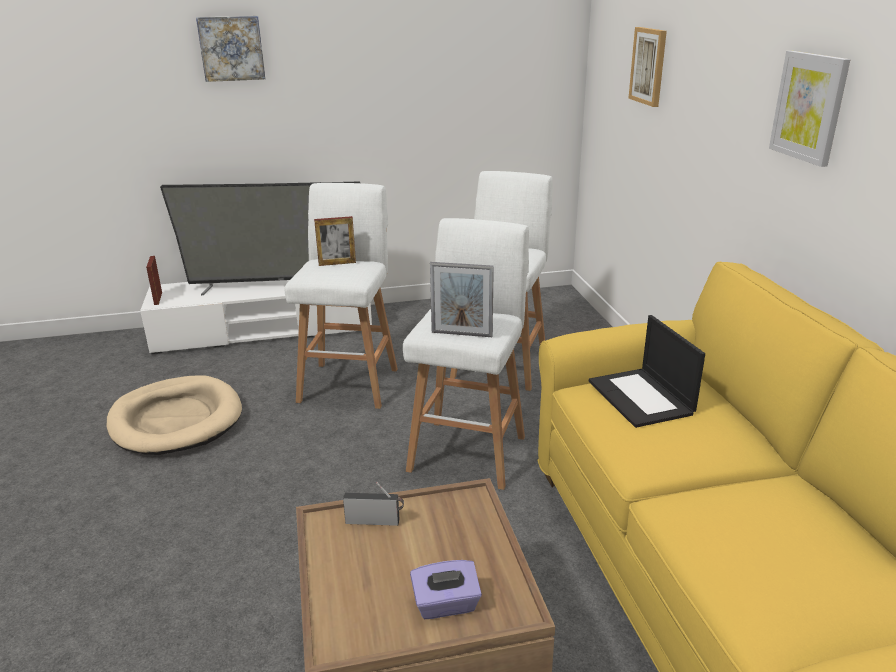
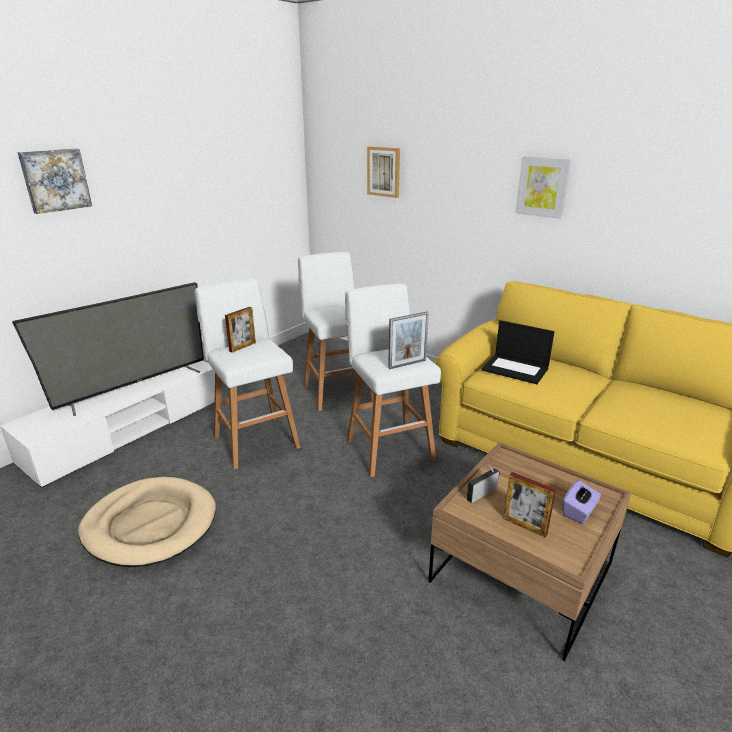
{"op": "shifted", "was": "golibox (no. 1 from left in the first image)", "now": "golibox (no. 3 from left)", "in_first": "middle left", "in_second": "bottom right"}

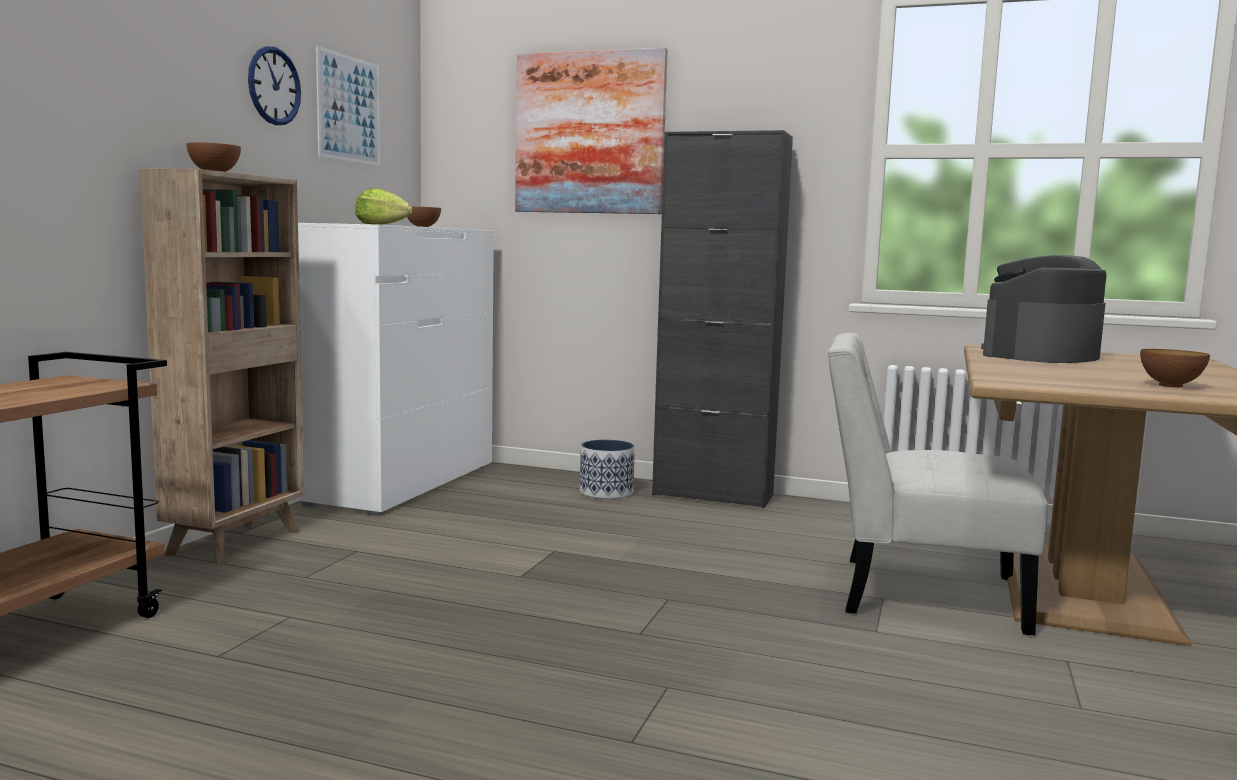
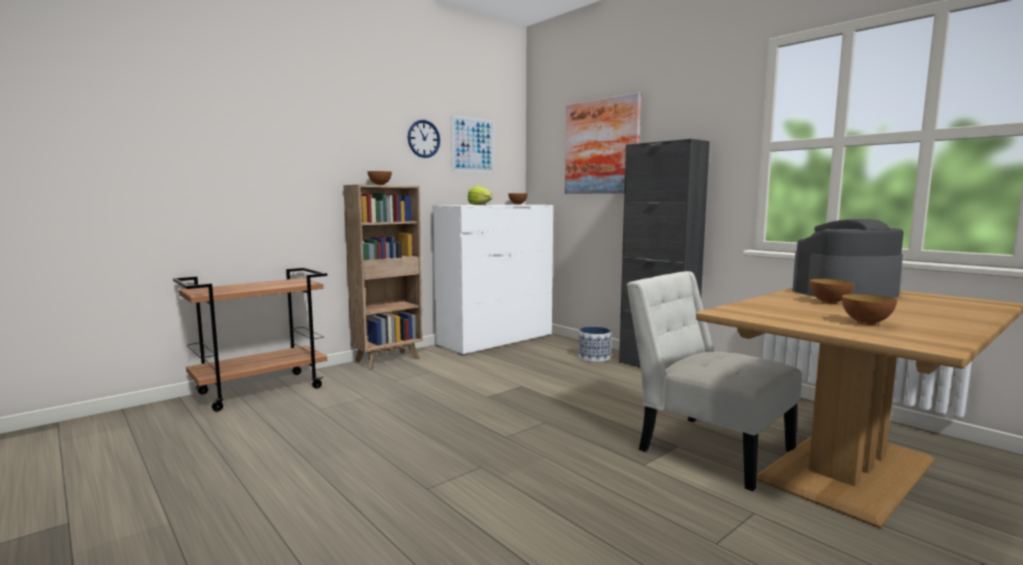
{"op": "new", "now": "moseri (no. 3 from left)", "in_second": "middle right"}

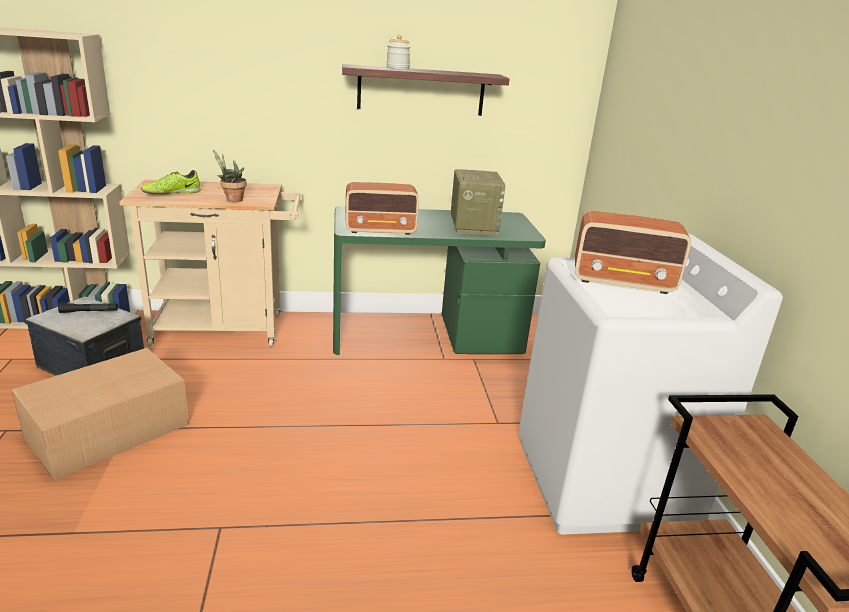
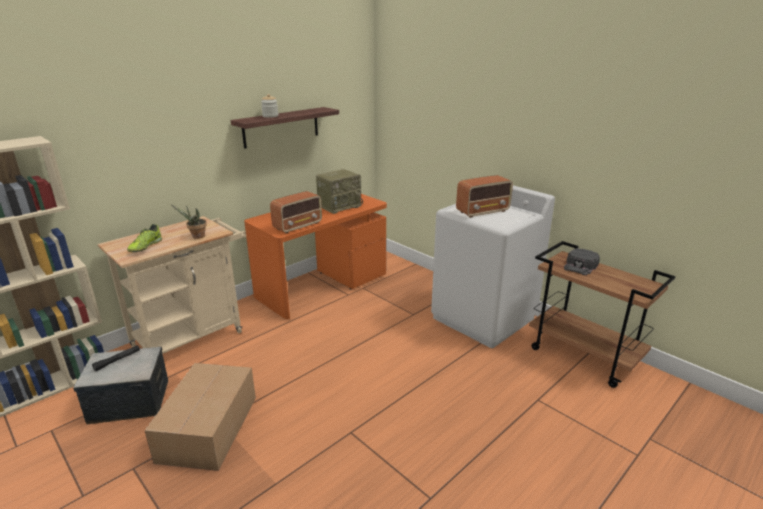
{"op": "rotated", "was": "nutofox (no. 2 from left)", "in_first": "top centre", "in_second": "centre", "clockwise": 90}
{"op": "repainted", "was": "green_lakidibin", "now": "orange_lakidibin", "in_first": "centre", "in_second": "centre"}
{"op": "new", "now": "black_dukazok", "in_second": "middle right"}

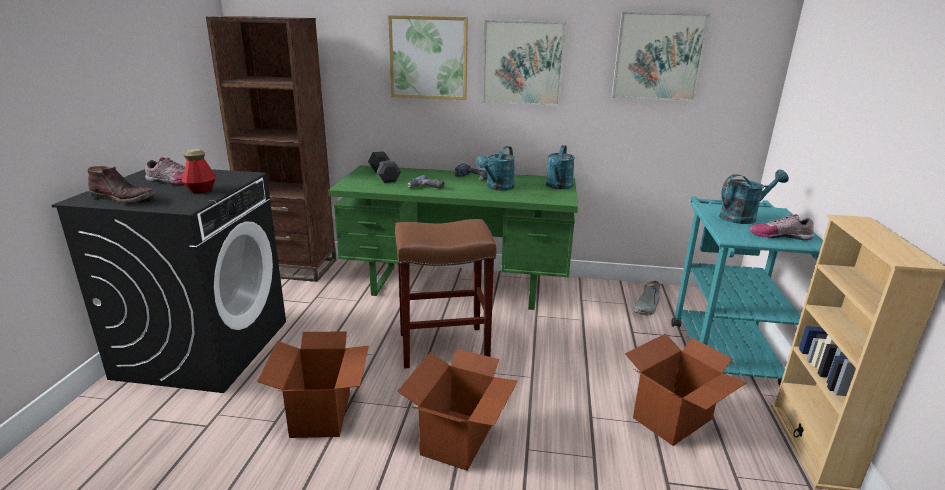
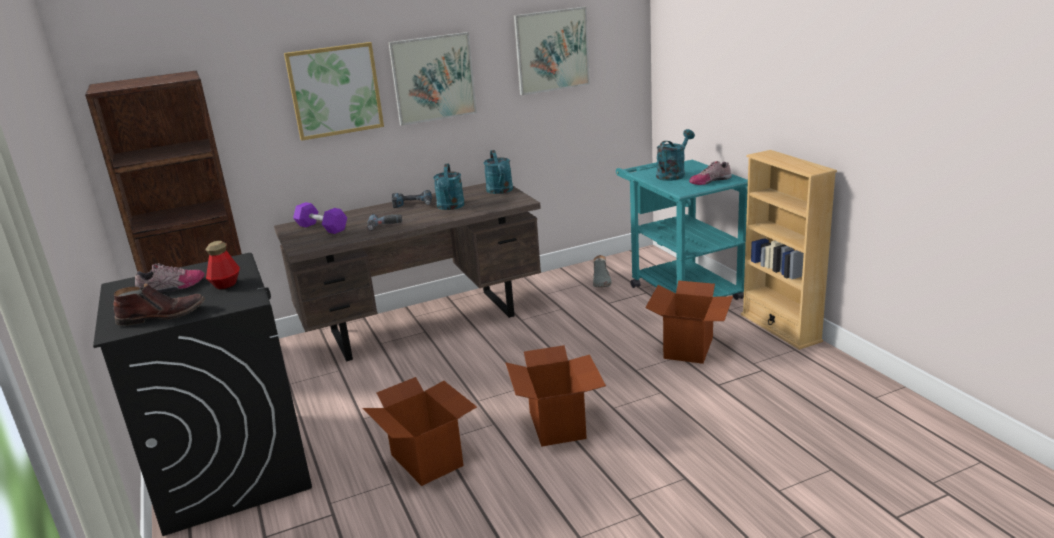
{"op": "repainted", "was": "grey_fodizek", "now": "purple_fodizek", "in_first": "centre", "in_second": "middle left"}
{"op": "repainted", "was": "green_lakidibin", "now": "brown_lakidibin", "in_first": "centre", "in_second": "centre"}
{"op": "gone", "was": "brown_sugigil", "in_first": "centre"}

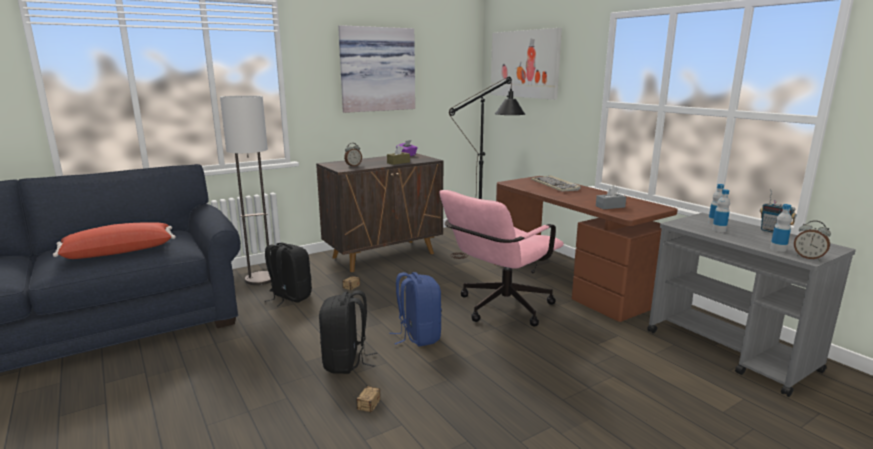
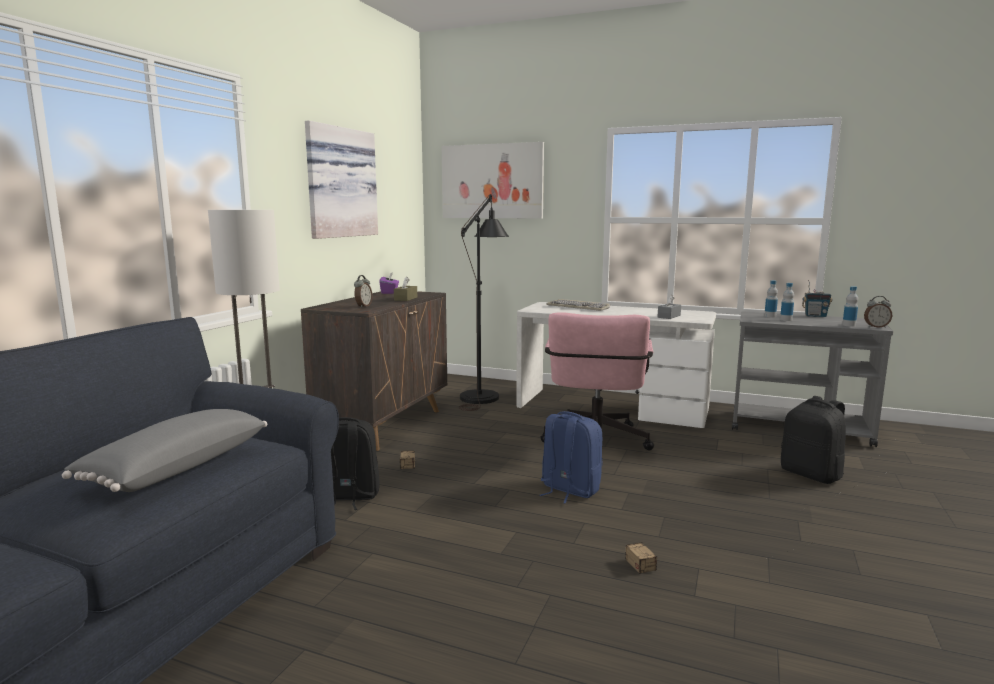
{"op": "repainted", "was": "brown_lakidibin", "now": "white_lakidibin", "in_first": "middle right", "in_second": "centre"}
{"op": "repainted", "was": "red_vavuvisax", "now": "grey_vavuvisax", "in_first": "middle left", "in_second": "middle left"}
{"op": "shifted", "was": "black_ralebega (no. 2 from left)", "in_first": "bottom centre", "in_second": "middle right"}

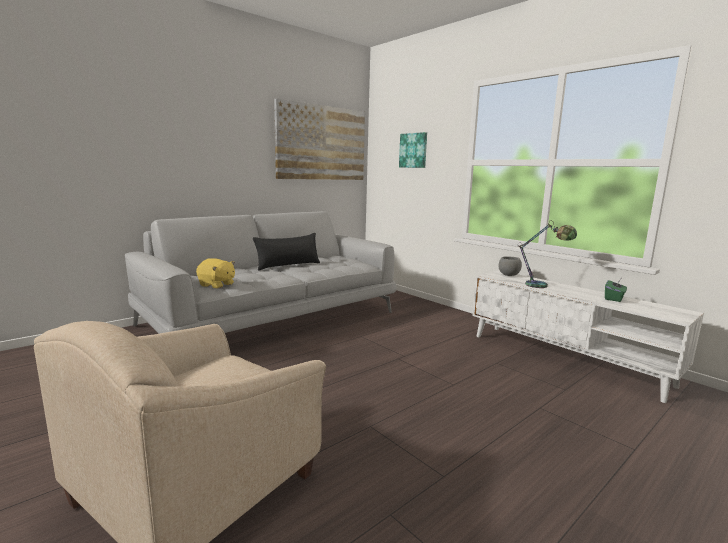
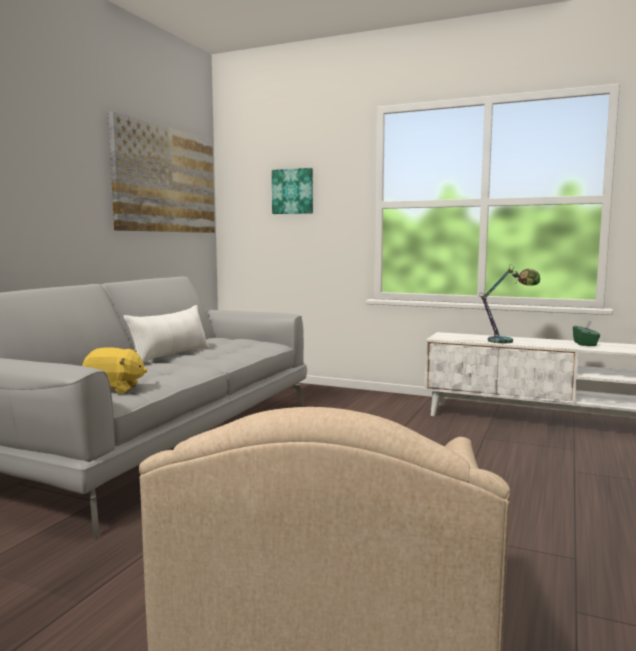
{"op": "repainted", "was": "black_vavuvisax", "now": "white_vavuvisax", "in_first": "centre", "in_second": "middle left"}
{"op": "gone", "was": "grey_moseri", "in_first": "middle right"}

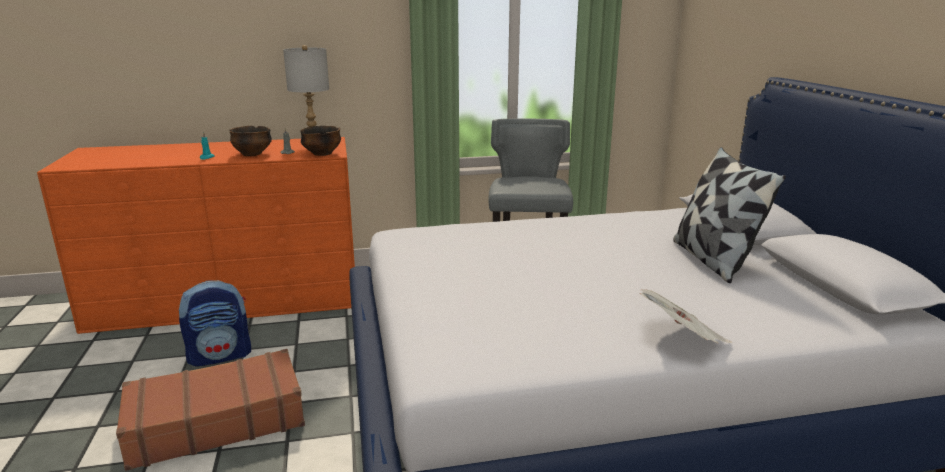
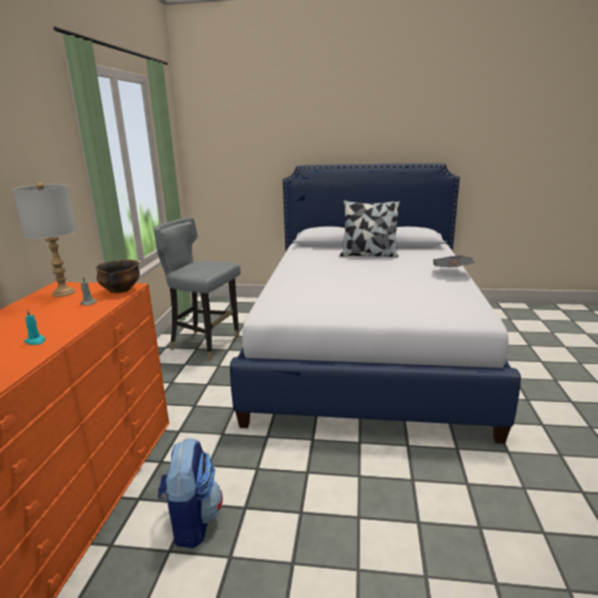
{"op": "gone", "was": "moseri (no. 1 from left)", "in_first": "top left"}
{"op": "gone", "was": "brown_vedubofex", "in_first": "bottom left"}

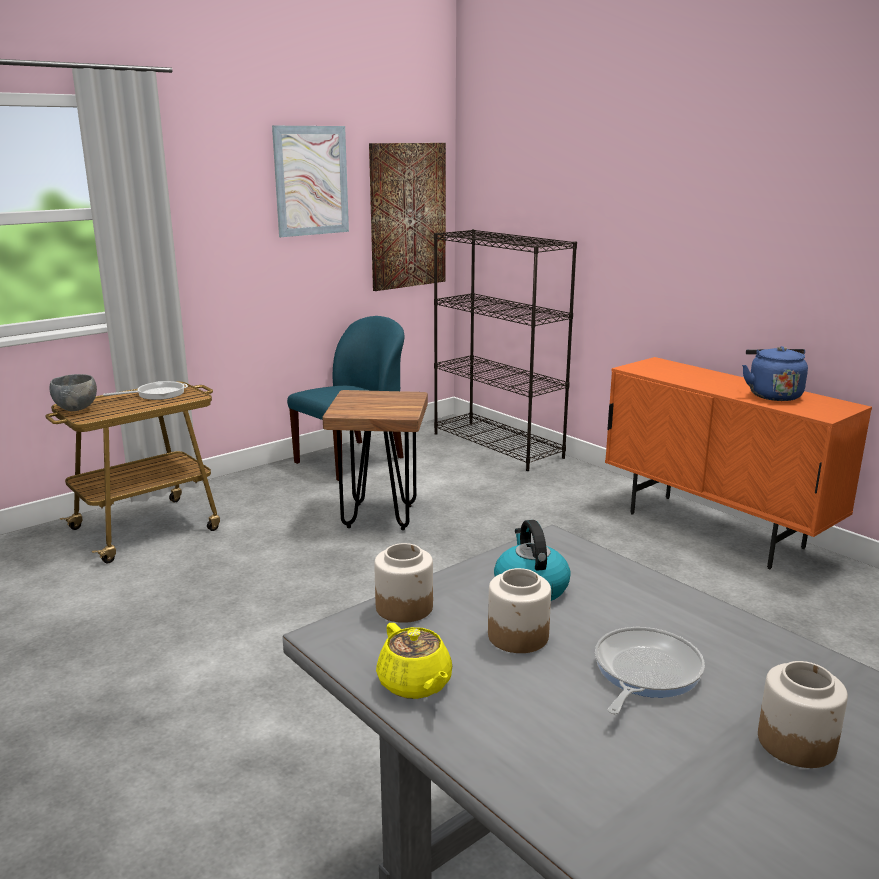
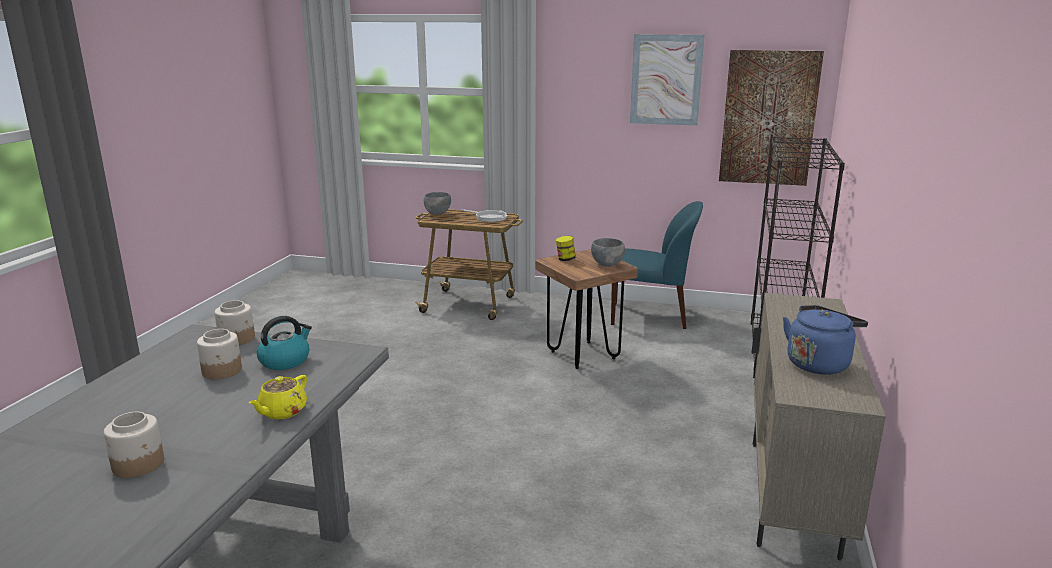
{"op": "repainted", "was": "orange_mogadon", "now": "beige_mogadon", "in_first": "middle right", "in_second": "bottom right"}
{"op": "shifted", "was": "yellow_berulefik", "in_first": "bottom centre", "in_second": "bottom left"}
{"op": "gone", "was": "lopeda (no. 2 from left)", "in_first": "bottom right"}
{"op": "new", "now": "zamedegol (no. 4 from left)", "in_second": "centre"}
{"op": "new", "now": "grey_moseri (no. 2 from left)", "in_second": "centre"}

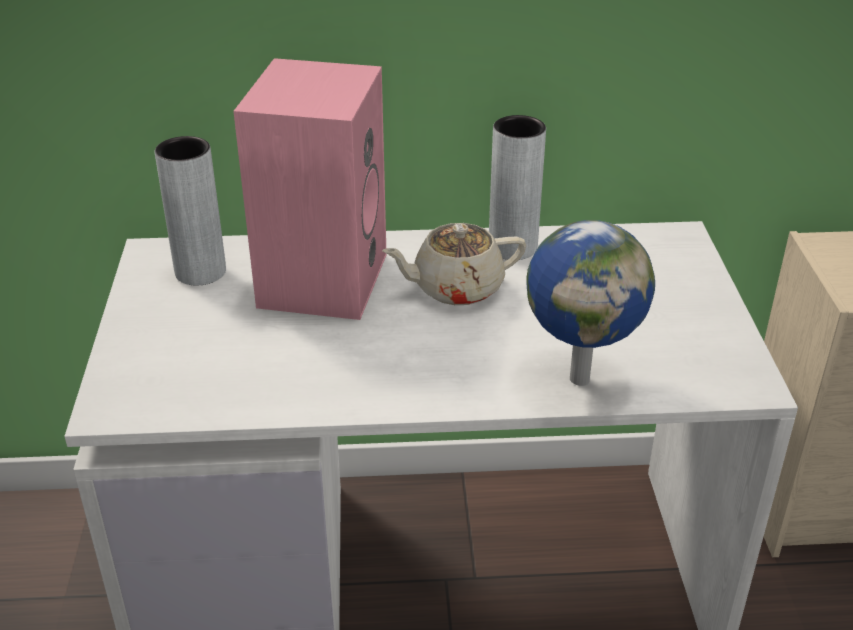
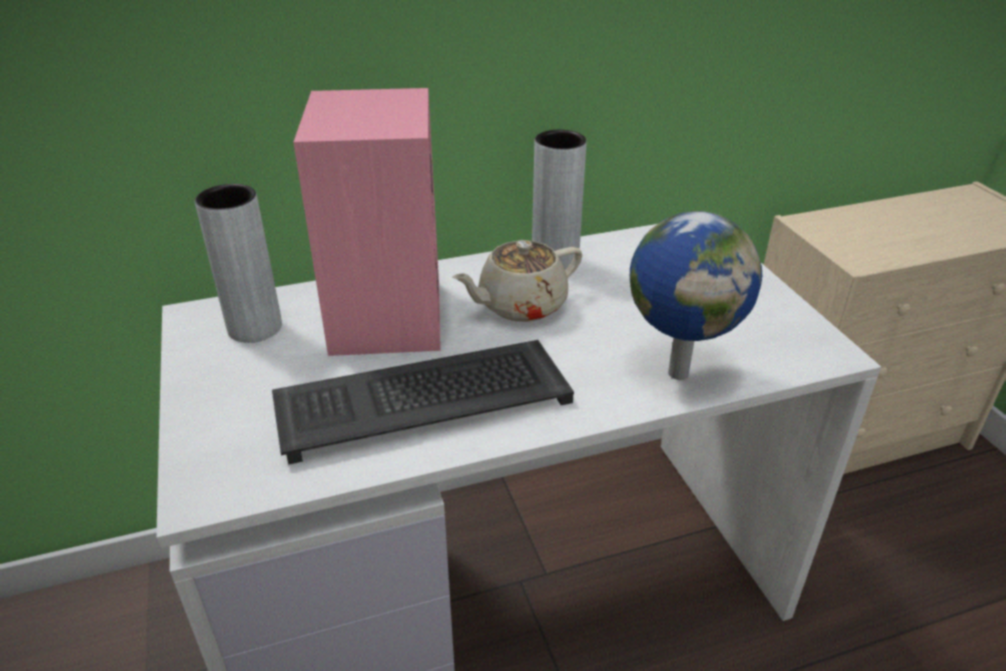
{"op": "new", "now": "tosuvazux", "in_second": "centre"}

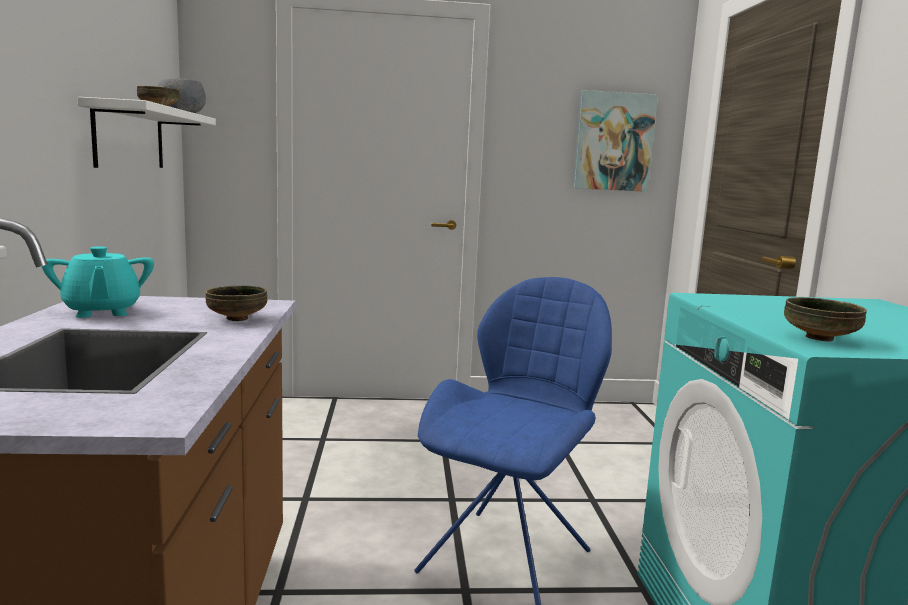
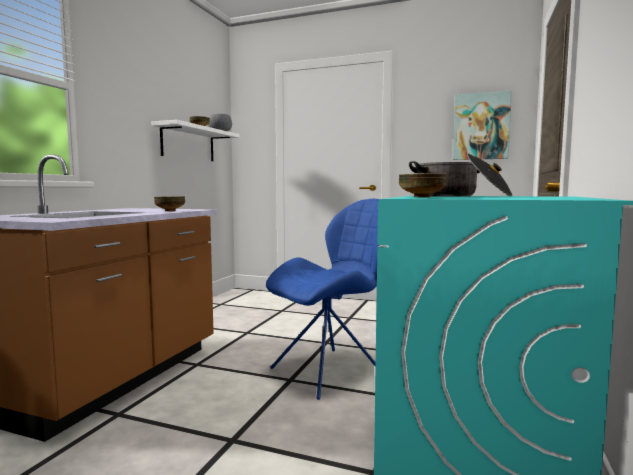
{"op": "gone", "was": "turquoise_berulefik", "in_first": "middle left"}
{"op": "new", "now": "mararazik", "in_second": "middle right"}

